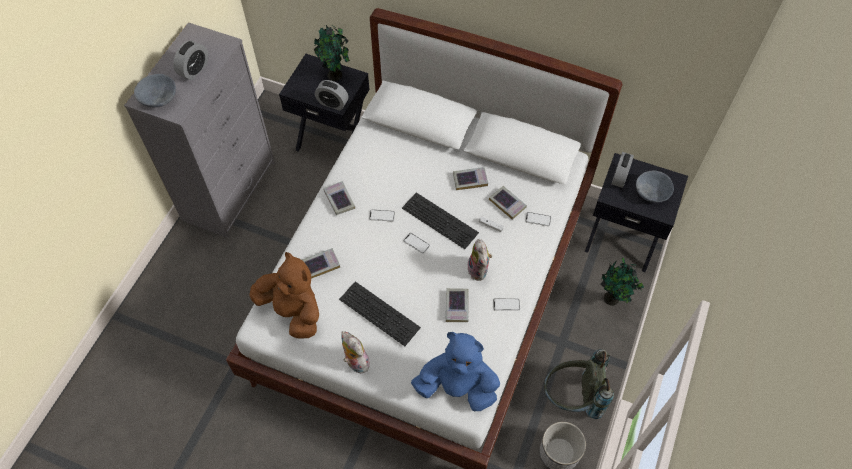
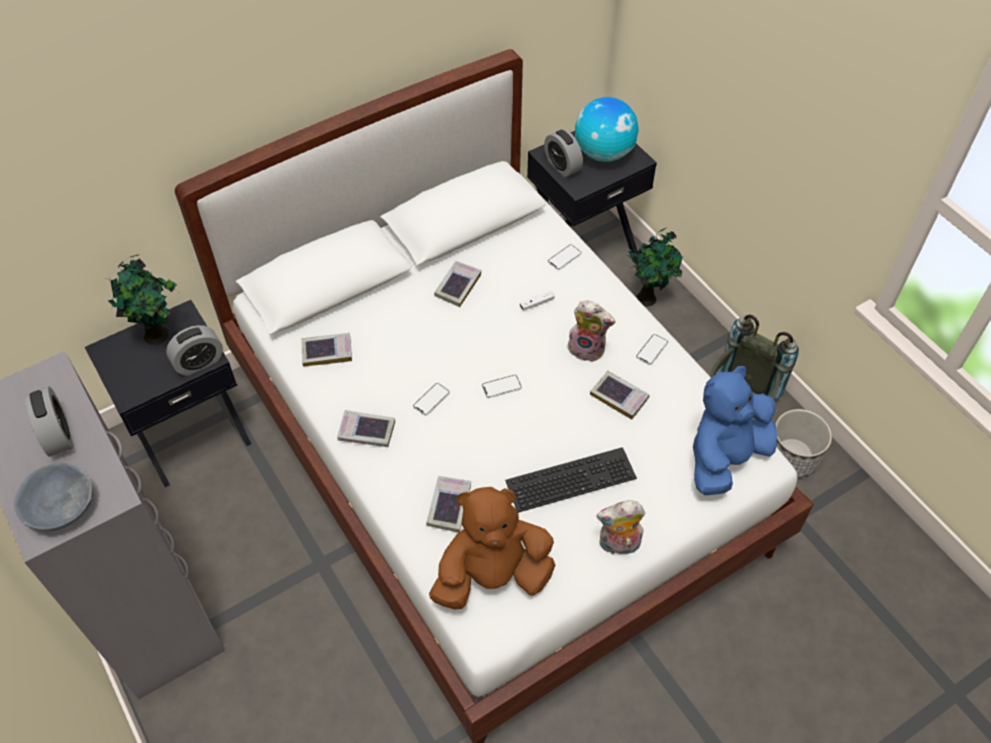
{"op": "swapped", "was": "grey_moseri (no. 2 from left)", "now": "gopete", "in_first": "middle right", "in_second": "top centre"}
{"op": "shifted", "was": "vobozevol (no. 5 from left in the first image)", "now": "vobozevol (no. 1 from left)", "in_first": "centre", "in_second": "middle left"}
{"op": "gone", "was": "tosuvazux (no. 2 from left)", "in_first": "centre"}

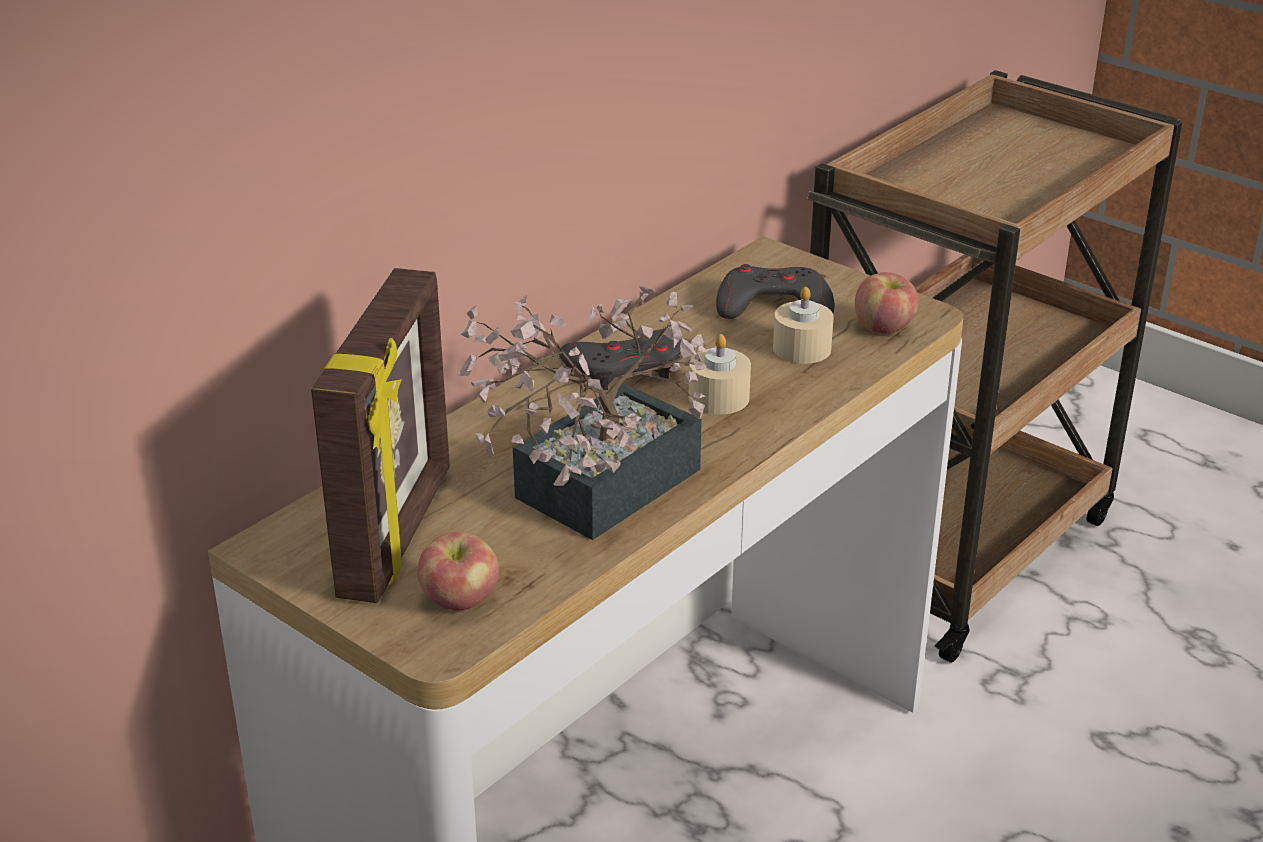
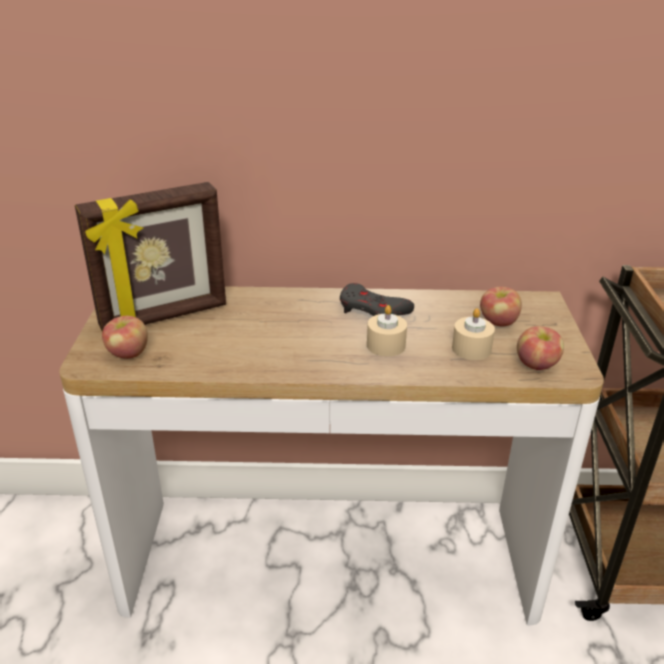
{"op": "swapped", "was": "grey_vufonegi (no. 2 from left)", "now": "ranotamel (no. 2 from left)", "in_first": "centre", "in_second": "middle right"}
{"op": "gone", "was": "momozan", "in_first": "centre"}

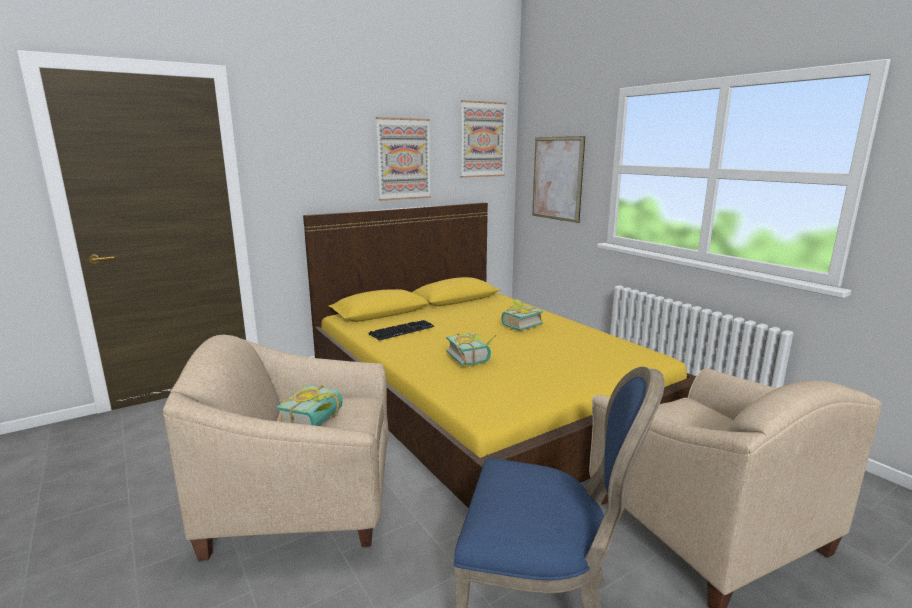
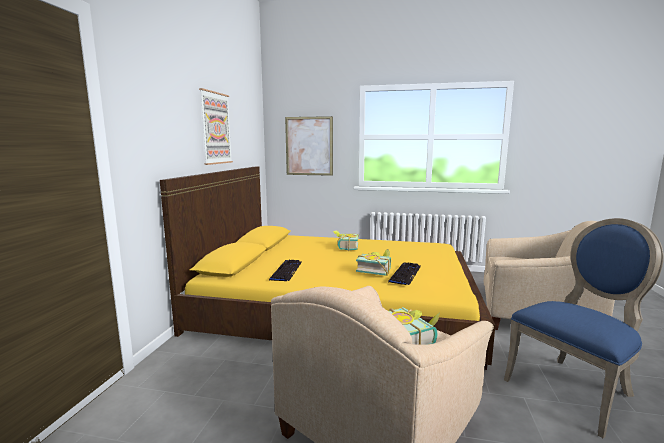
{"op": "gone", "was": "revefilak (no. 2 from left)", "in_first": "top centre"}
{"op": "new", "now": "tosuvazux (no. 2 from left)", "in_second": "centre"}

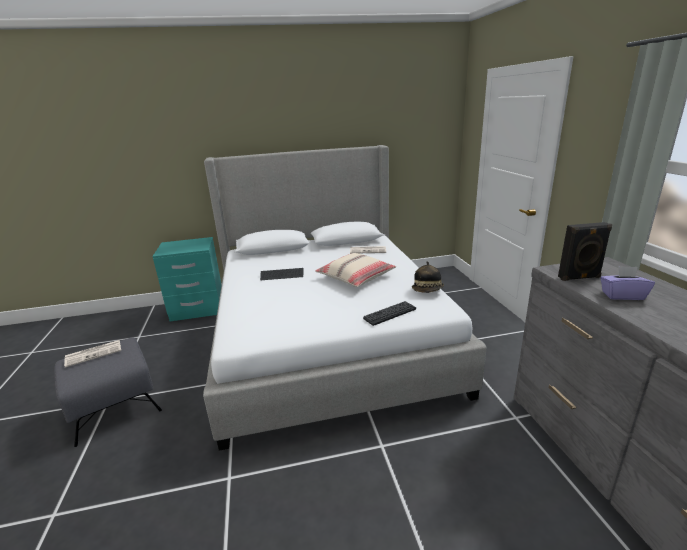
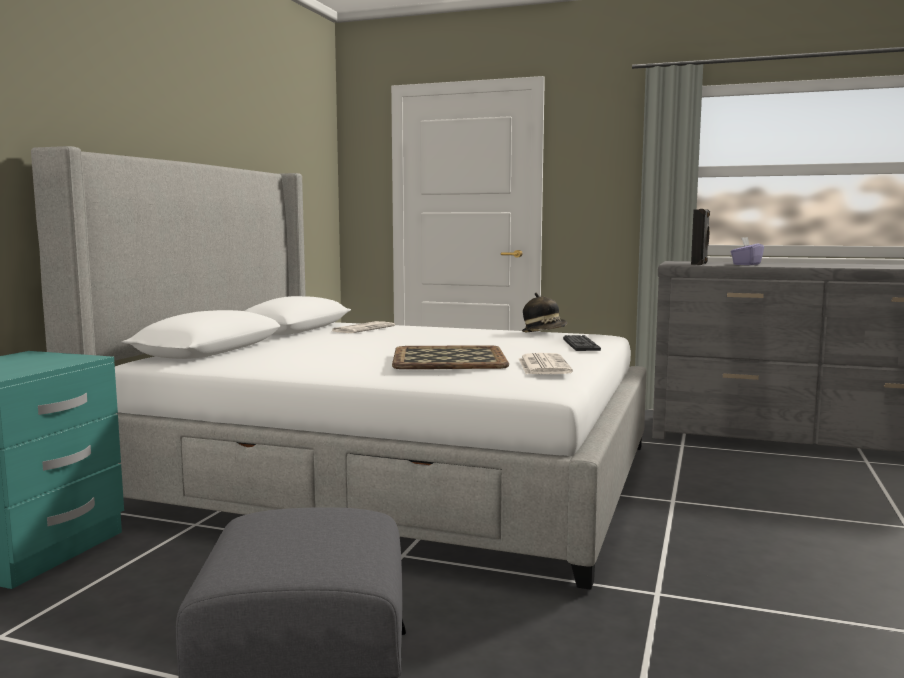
{"op": "gone", "was": "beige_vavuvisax", "in_first": "centre"}
{"op": "gone", "was": "tosuvazux (no. 1 from left)", "in_first": "centre"}
{"op": "shifted", "was": "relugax (no. 1 from left in the first image)", "now": "relugax (no. 2 from left)", "in_first": "middle left", "in_second": "centre"}
{"op": "new", "now": "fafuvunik", "in_second": "centre"}

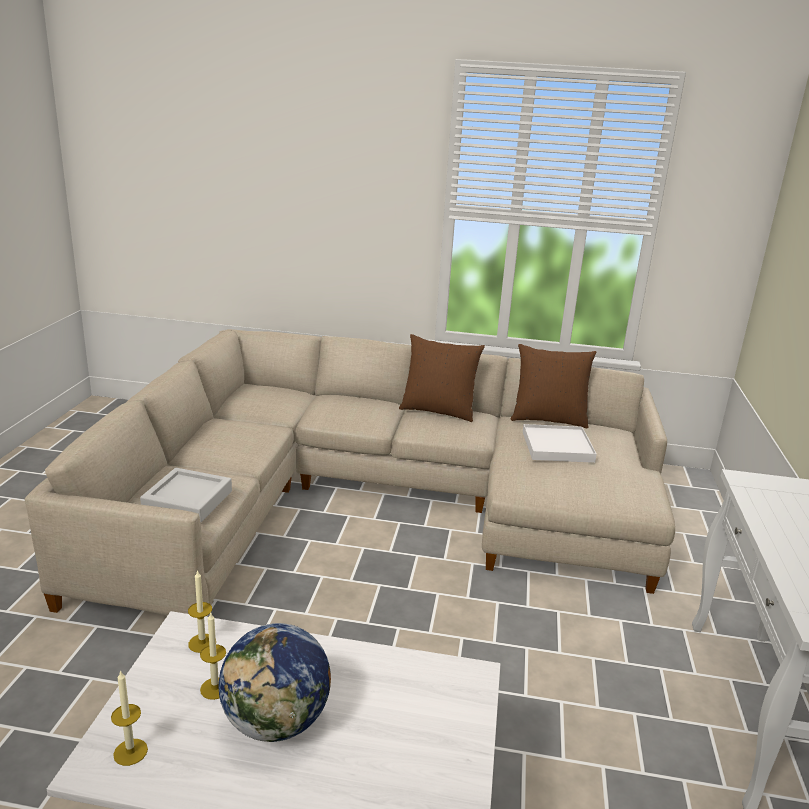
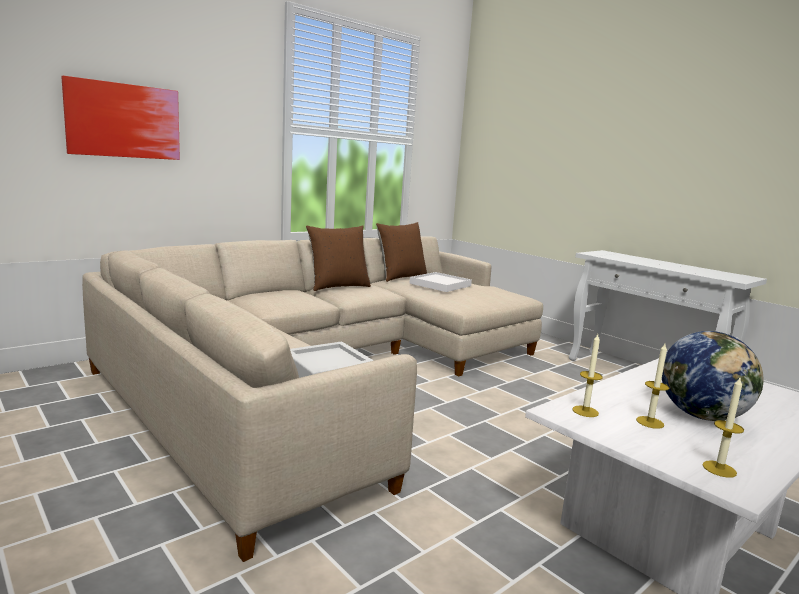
{"op": "new", "now": "revefilak", "in_second": "top left"}

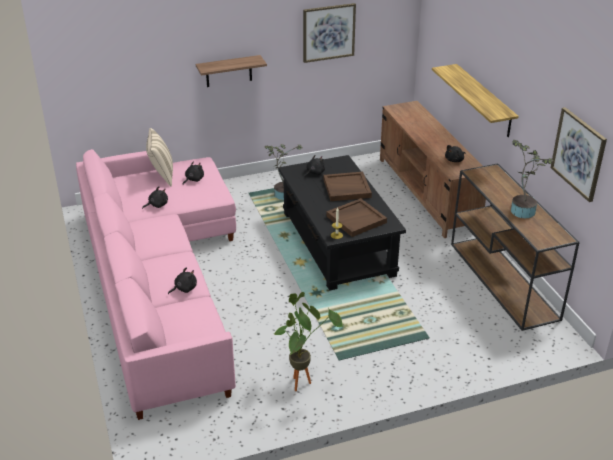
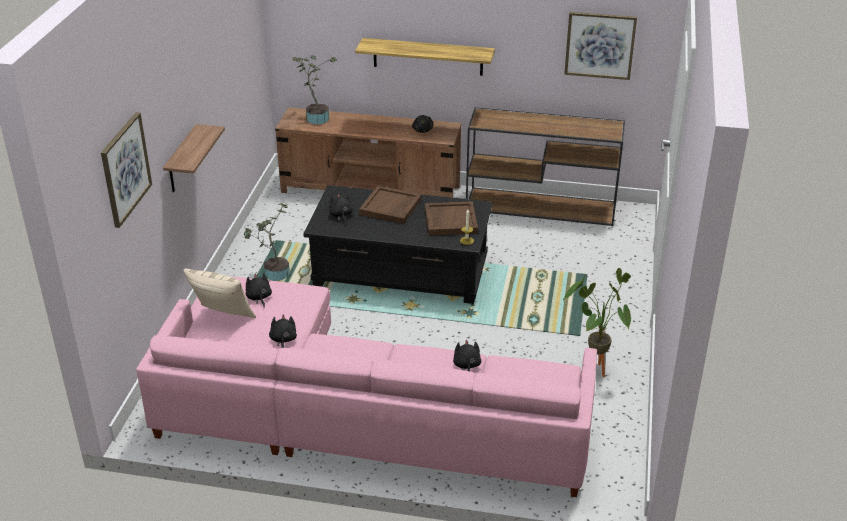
{"op": "shifted", "was": "revefilak (no. 1 from left)", "in_first": "top centre", "in_second": "top left"}
{"op": "shifted", "was": "momozan (no. 3 from left in the first image)", "now": "momozan (no. 2 from left)", "in_first": "middle right", "in_second": "top centre"}

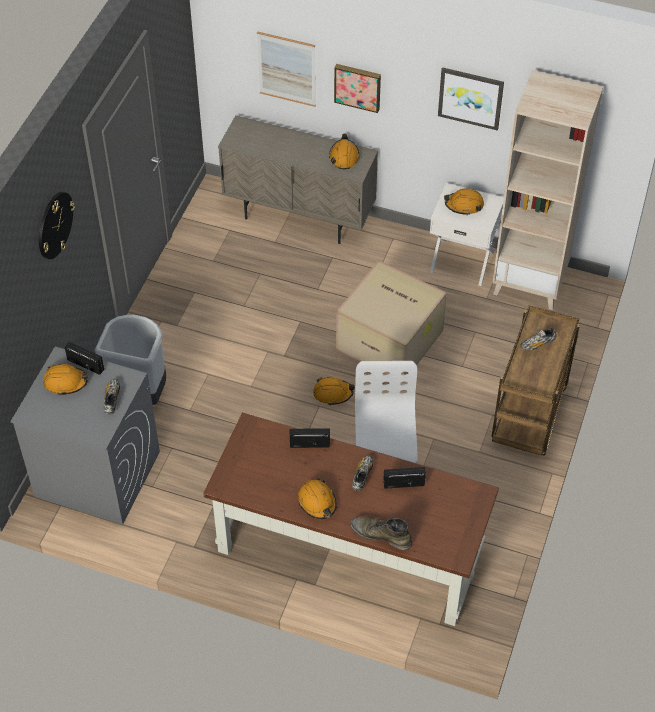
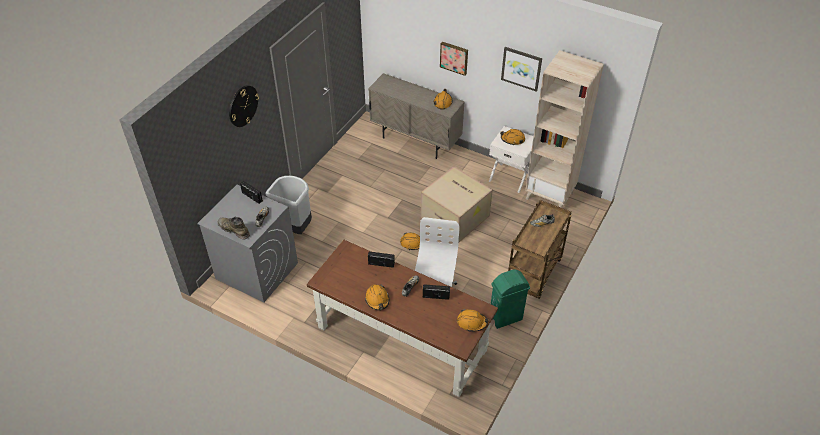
{"op": "gone", "was": "revefilak (no. 1 from left)", "in_first": "top centre"}
{"op": "shifted", "was": "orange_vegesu (no. 1 from left in the first image)", "now": "orange_vegesu (no. 4 from left)", "in_first": "middle left", "in_second": "bottom centre"}
{"op": "shifted", "was": "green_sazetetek", "in_first": "bottom centre", "in_second": "middle left"}
{"op": "new", "now": "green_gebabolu", "in_second": "bottom centre"}

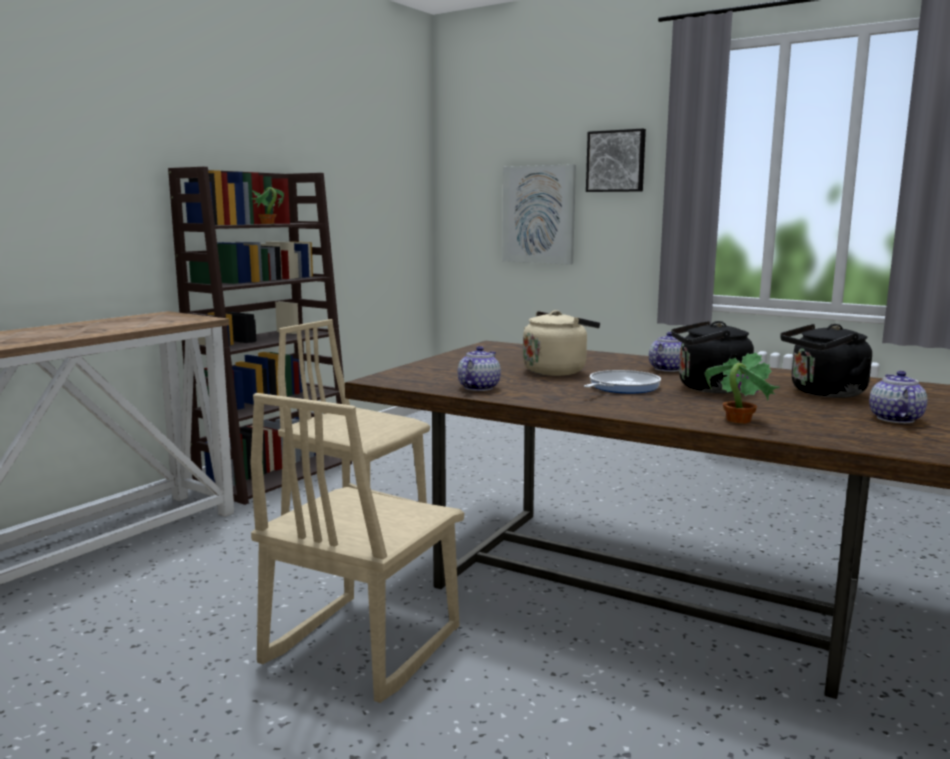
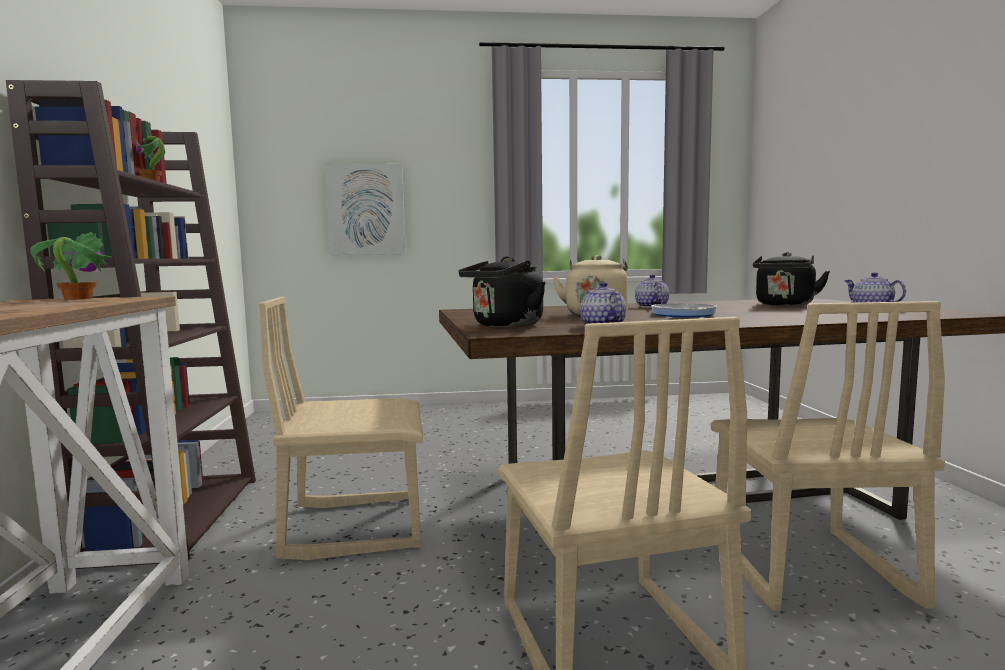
{"op": "gone", "was": "revefilak (no. 2 from left)", "in_first": "top centre"}
{"op": "shifted", "was": "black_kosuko (no. 1 from left)", "in_first": "middle right", "in_second": "centre"}
{"op": "shifted", "was": "momozan (no. 2 from left in the first image)", "now": "momozan (no. 1 from left)", "in_first": "middle right", "in_second": "middle left"}
{"op": "new", "now": "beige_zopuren (no. 3 from left)", "in_second": "bottom right"}

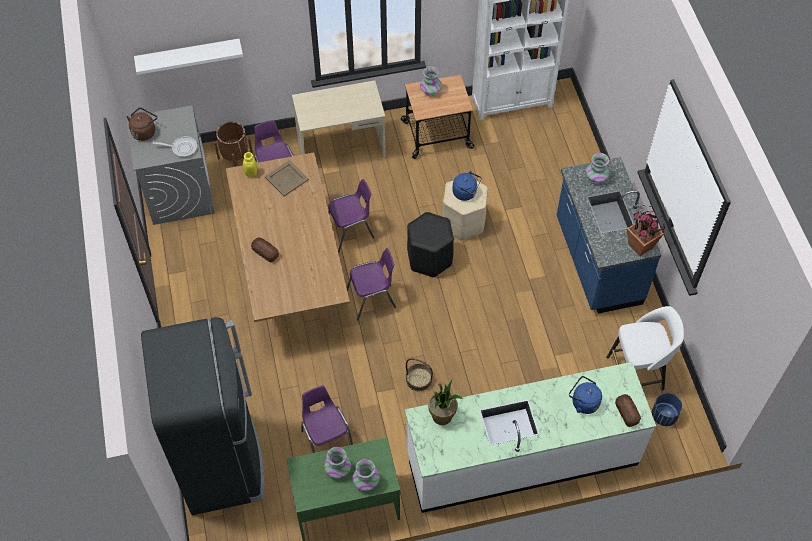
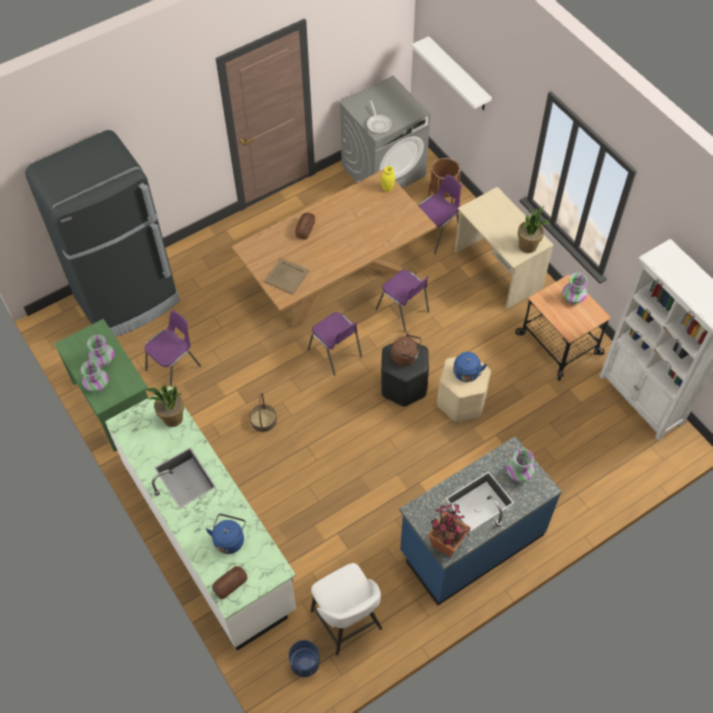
{"op": "shifted", "was": "brown_kosuko", "in_first": "top left", "in_second": "centre"}
{"op": "shifted", "was": "beige_fafuvunik", "in_first": "top centre", "in_second": "centre"}
{"op": "new", "now": "momozan (no. 3 from left)", "in_second": "top right"}

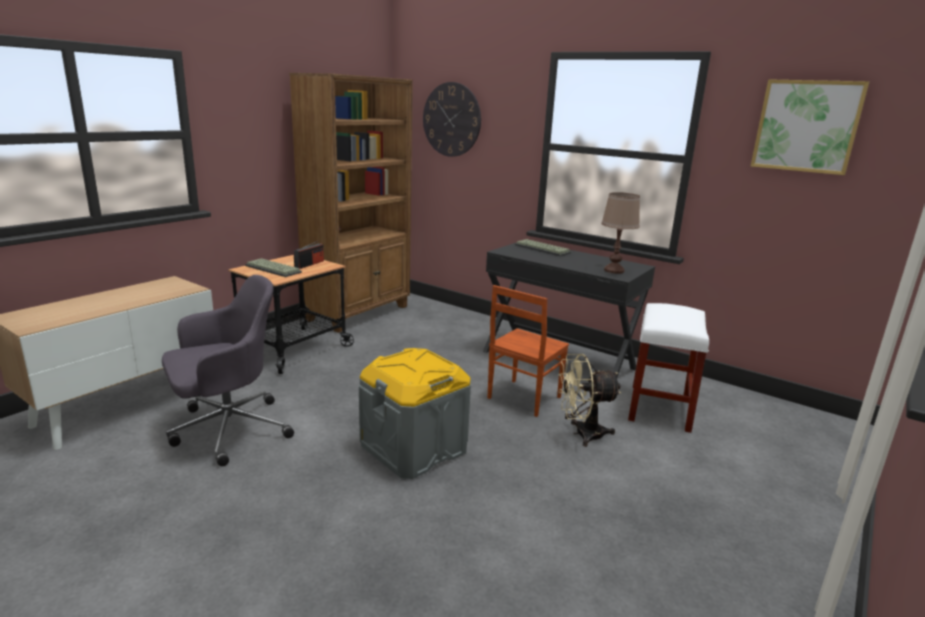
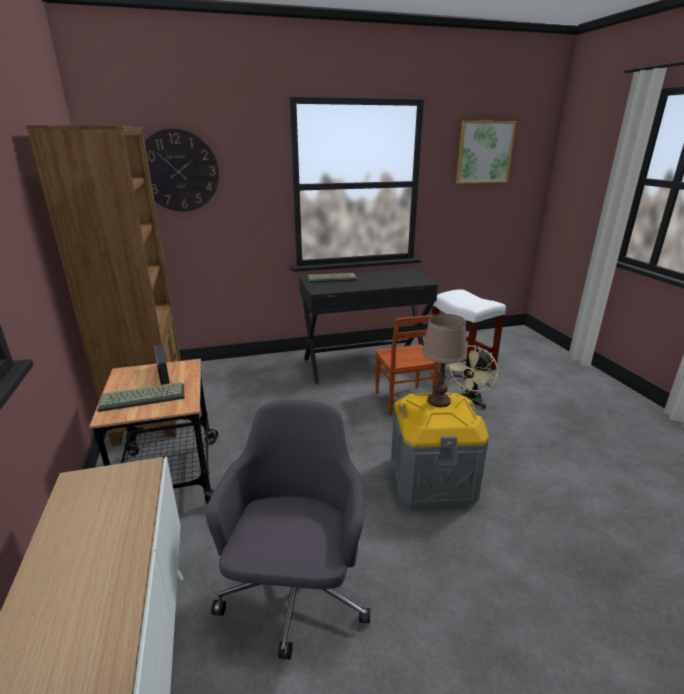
{"op": "shifted", "was": "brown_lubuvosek", "in_first": "middle right", "in_second": "centre"}

